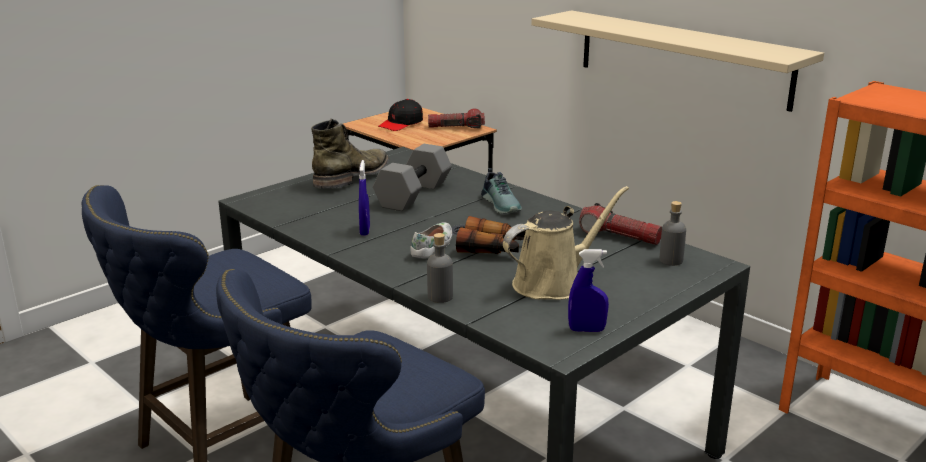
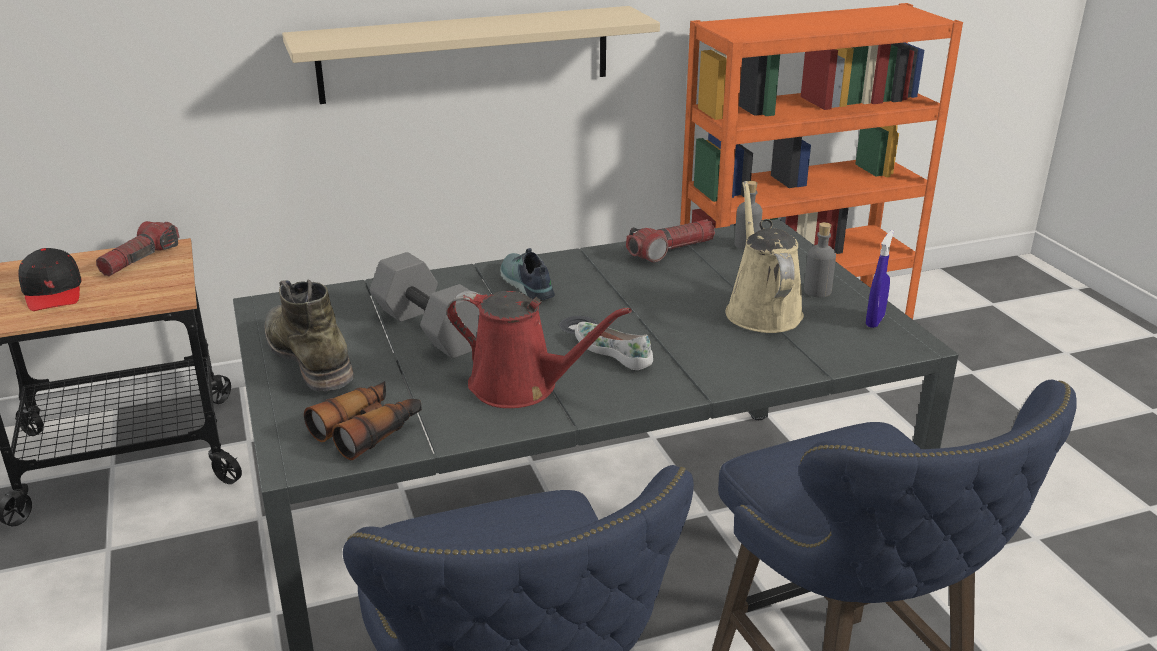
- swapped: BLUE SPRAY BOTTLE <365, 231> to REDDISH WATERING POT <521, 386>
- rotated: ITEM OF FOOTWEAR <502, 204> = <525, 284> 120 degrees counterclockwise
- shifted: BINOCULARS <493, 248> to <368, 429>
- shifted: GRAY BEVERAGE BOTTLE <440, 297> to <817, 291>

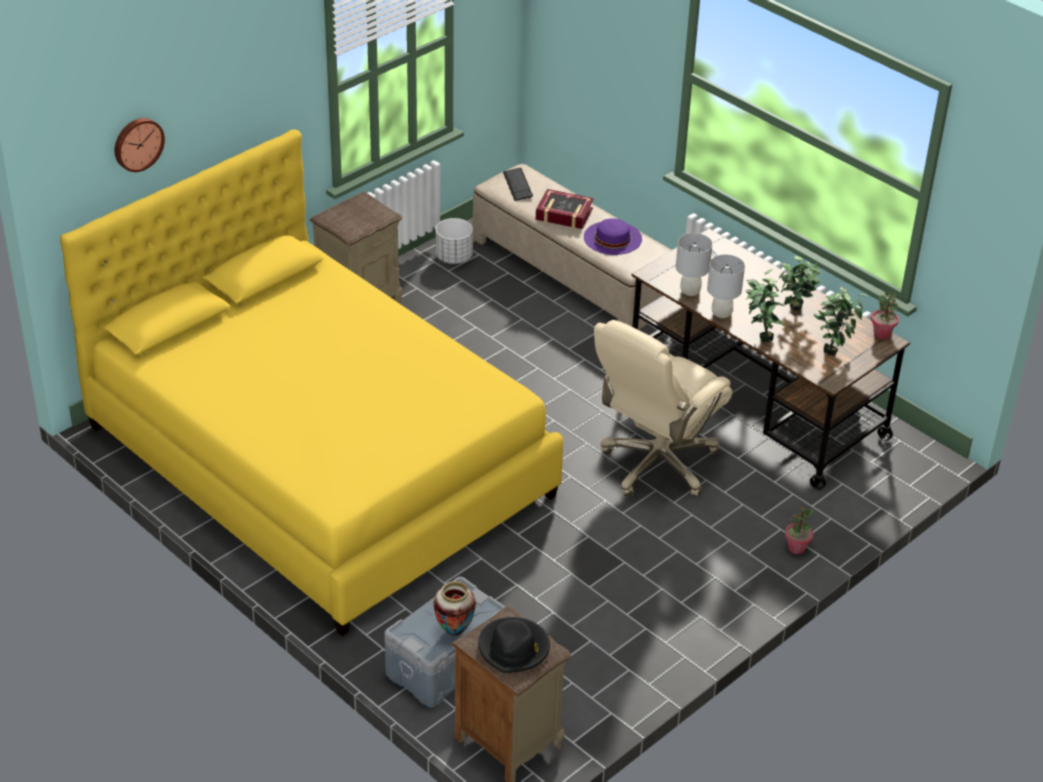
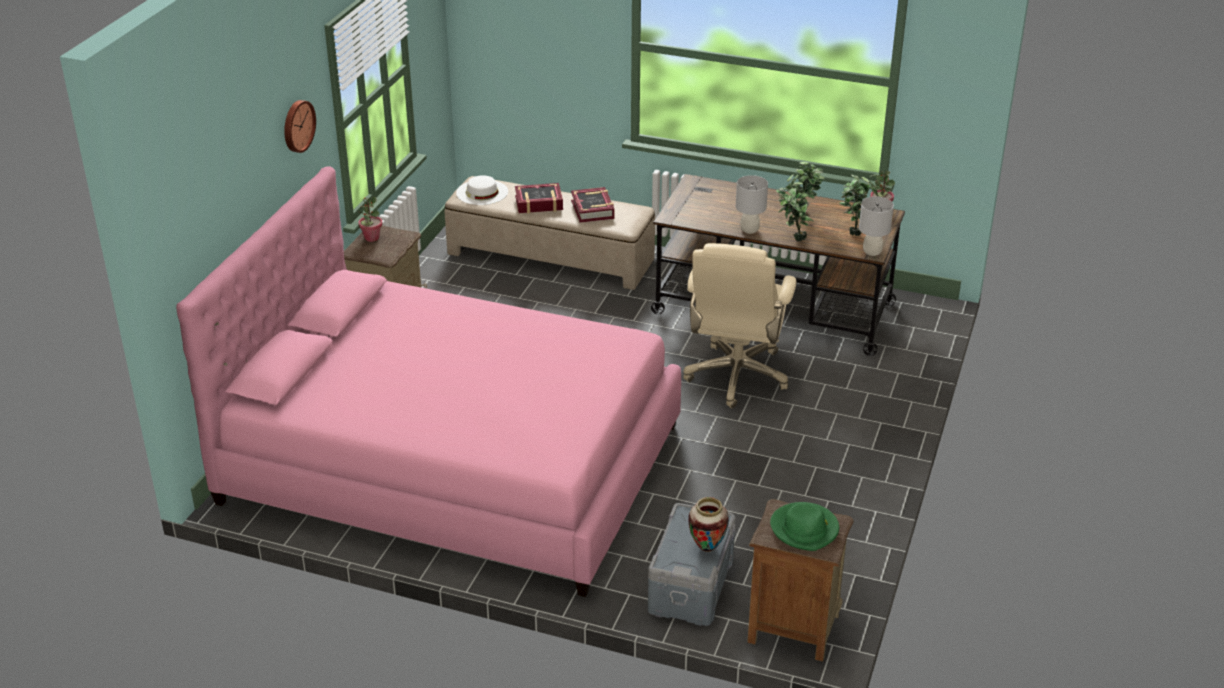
- shifted: HANGING CLOCK <137, 143> to <297, 126>
- repainted: YELLOW-COLOURED BED <319, 460> to PINK BED <452, 463>
- swapped: PC KEYBOARD <517, 185> to WHITISH WEARABLE HAT <482, 192>
- gone: WHITISH FLOWER POT <453, 257>
- swapped: PURPLISH WEARABLE HAT <612, 238> to VOLUME <593, 210>
- shifted: GRAY TABLETOP LAMP <690, 291> to <872, 252>
- shifted: PLANT IN A POT <796, 548> to <371, 238>
- repainted: BLACKISH WEARABLE HAT <514, 648> to GREENISH WEARABLE HAT <805, 529>

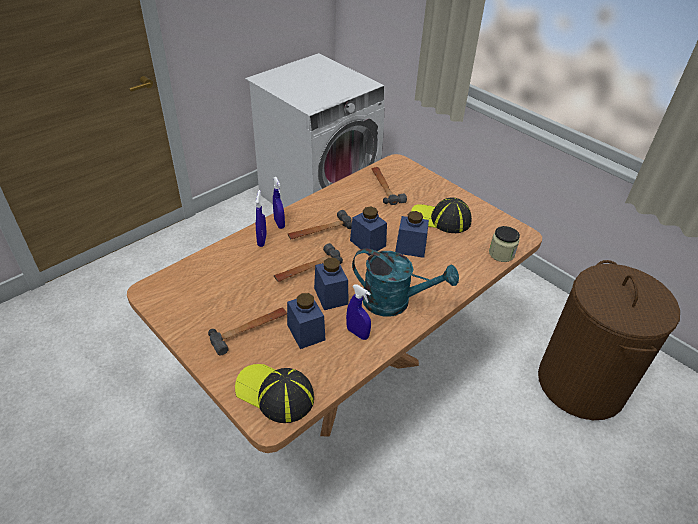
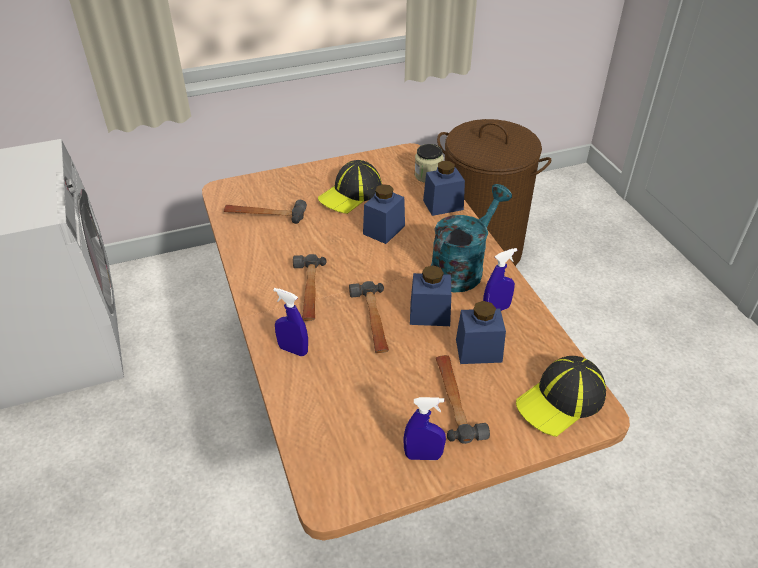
- shifted: BLUE SPRAY BOTTLE <279, 223> to <423, 456>
- shifted: BLUE JAR <368, 243> to <443, 205>

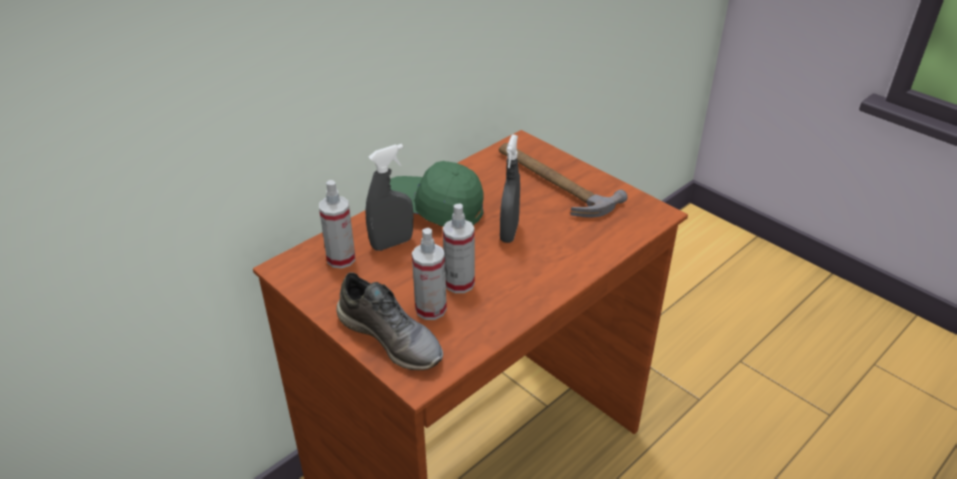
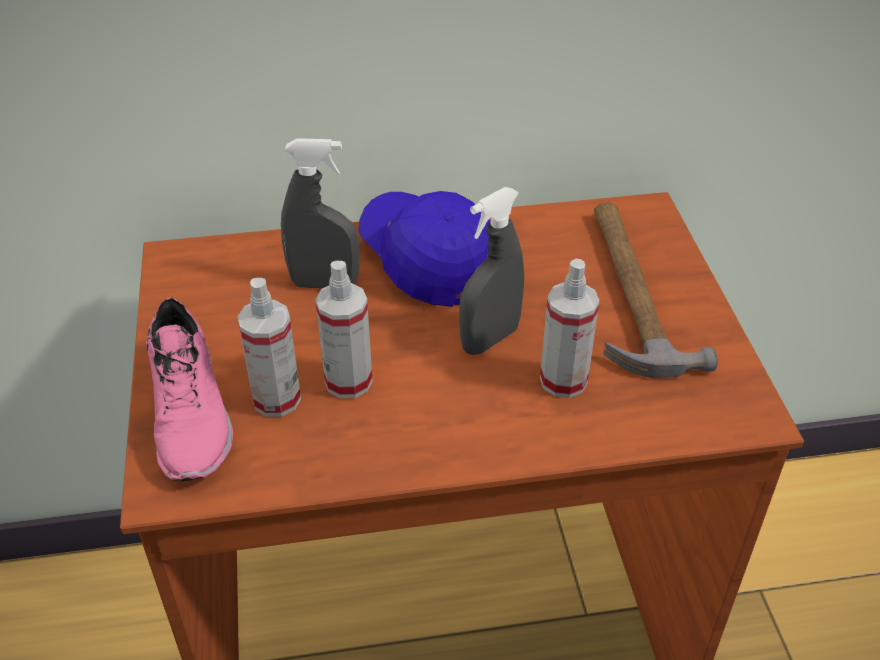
- repainted: GREENISH BASEBALL CAP <435, 209> to BLUE BASEBALL CAP <426, 260>
- shifted: SPRAY BOTTLE <341, 259> to <563, 380>
- repainted: GRAY ITEM OF FOOTWEAR <392, 338> to PINK ITEM OF FOOTWEAR <192, 413>

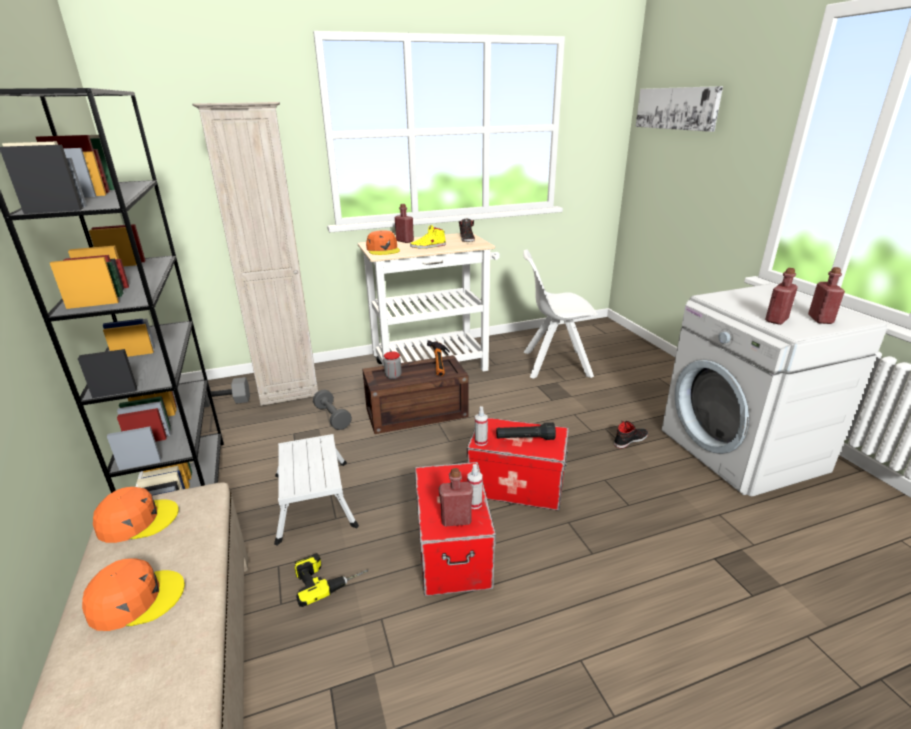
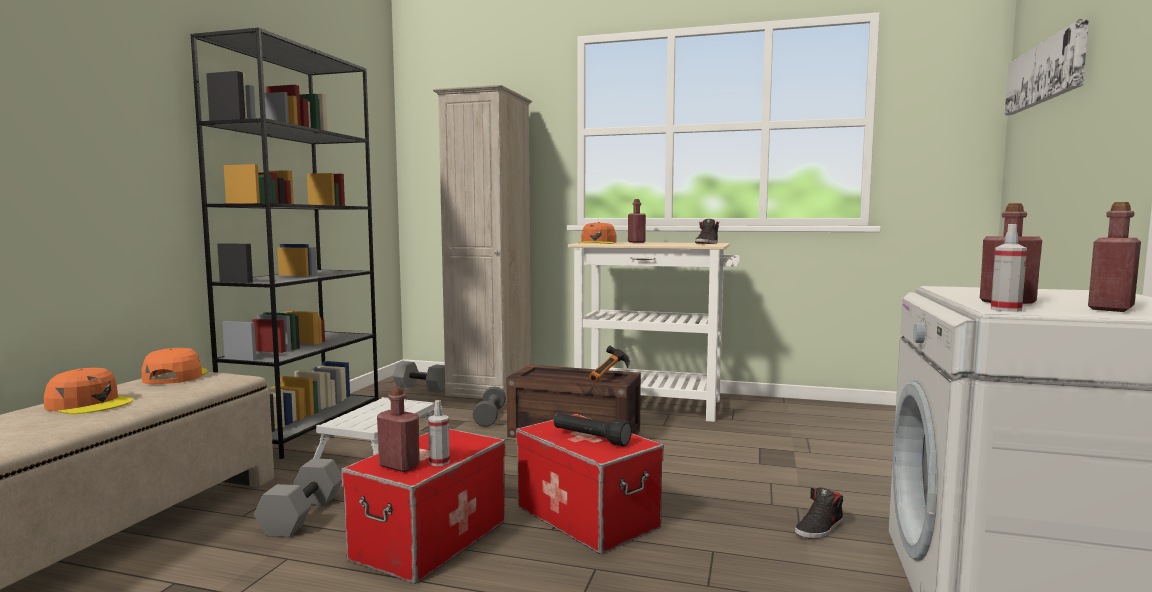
- gone: YELLOW-COLOURED ITEM OF FOOTWEAR <428, 246>
- gone: WHITISH CHAIR <554, 364>
- gone: JAR <393, 376>
- shifted: SPRAY BOTTLE <481, 442> to <1006, 309>
- rotated: BLACKISH ITEM OF FOOTWEAR <630, 440> = <820, 528> 135 degrees clockwise
- rotated: ORANGE-COLOURED BASEBALL CAP <137, 520> = <175, 376> 120 degrees counterclockwise
- swapped: POWER DRILL <329, 577> to GRAY DUMBBELL <301, 514>

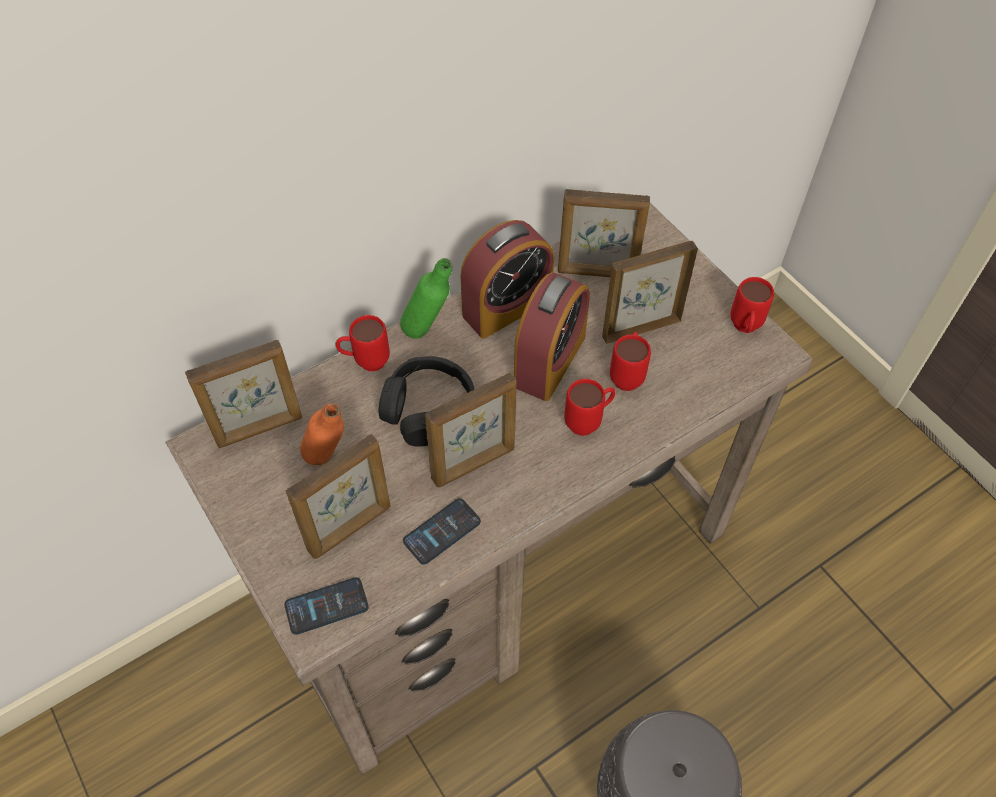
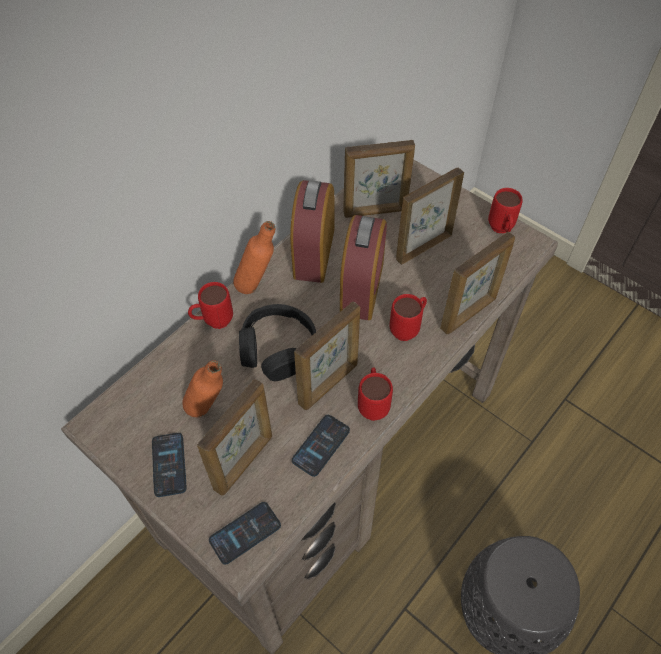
- rotated: BEDSIDE CLOCK <507, 307> = <314, 253> 150 degrees clockwise
- repainted: GREENISH BEVERAGE BOTTLE <428, 332> to ORANGE-COLOURED BEVERAGE BOTTLE <258, 287>
- shifted: REDDISH MUG <627, 374> to <373, 404>
- shifted: PICTURE FRAME <260, 429> to <469, 313>
- new: HANDSET <169, 464>

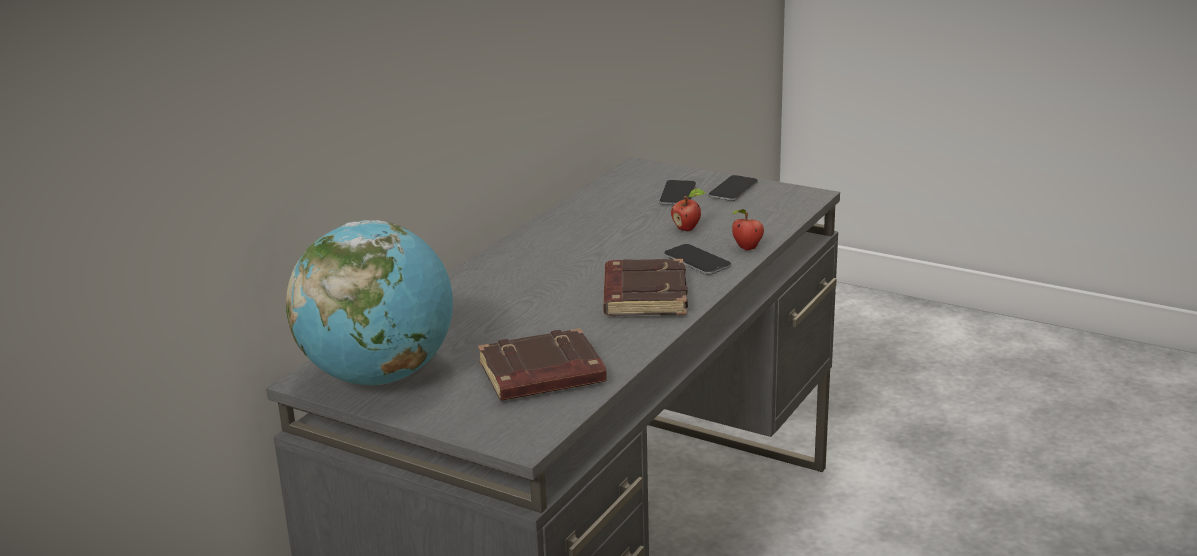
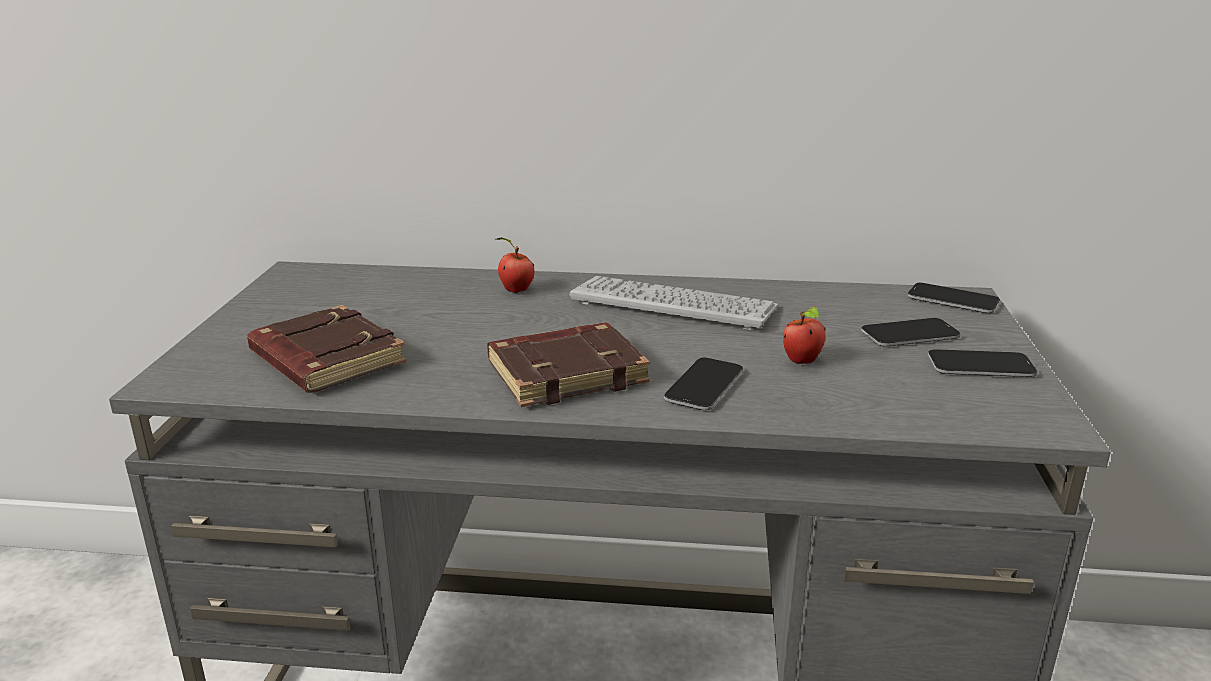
- shifted: APPLE FRUIT <747, 248> to <515, 290>
- gone: DESK GLOBE <379, 376>
- new: PC KEYBOARD <673, 304>
- new: HANDSET <952, 300>

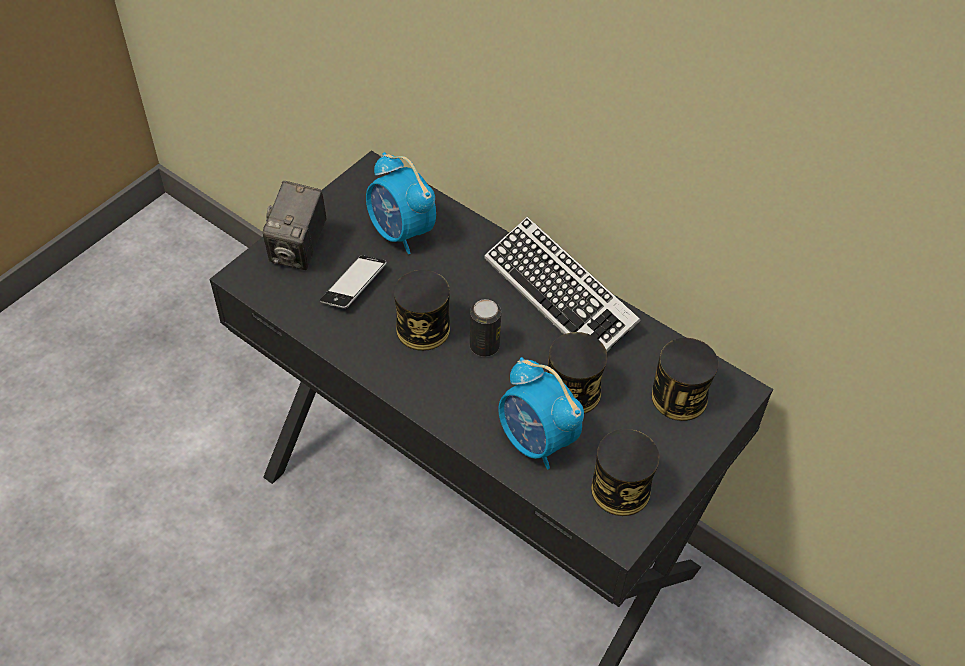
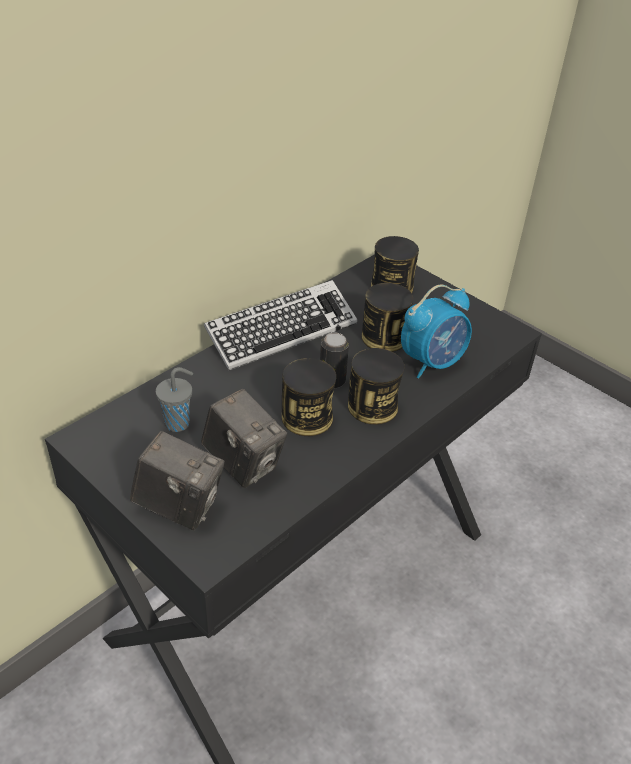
- swapped: BEDSIDE CLOCK <401, 233> to GRAY CUP <179, 423>
- swapped: HANDSET <354, 286> to PHOTO CAMERA <243, 463>
- shifted: SEALED CAN <620, 489> to <372, 406>

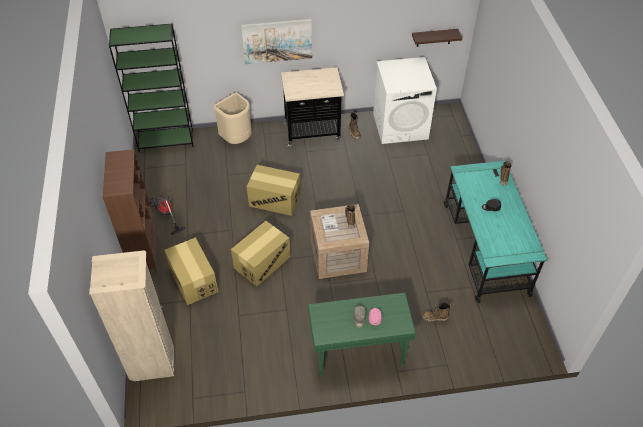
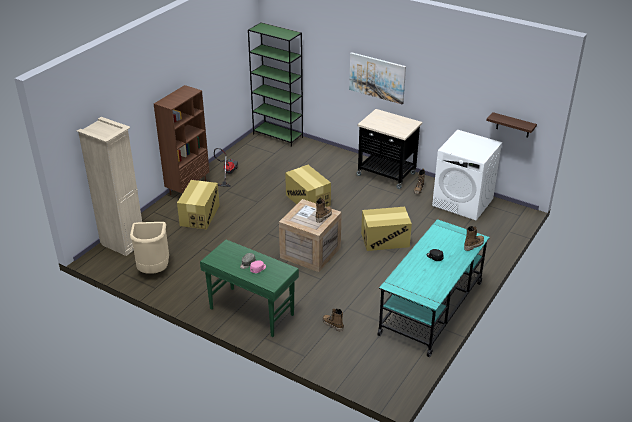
- shifted: SAND-COLOURED WASTE BIN <237, 139> to <153, 270>
- shifted: CARDBOARD BOX <262, 262> to <385, 240>

